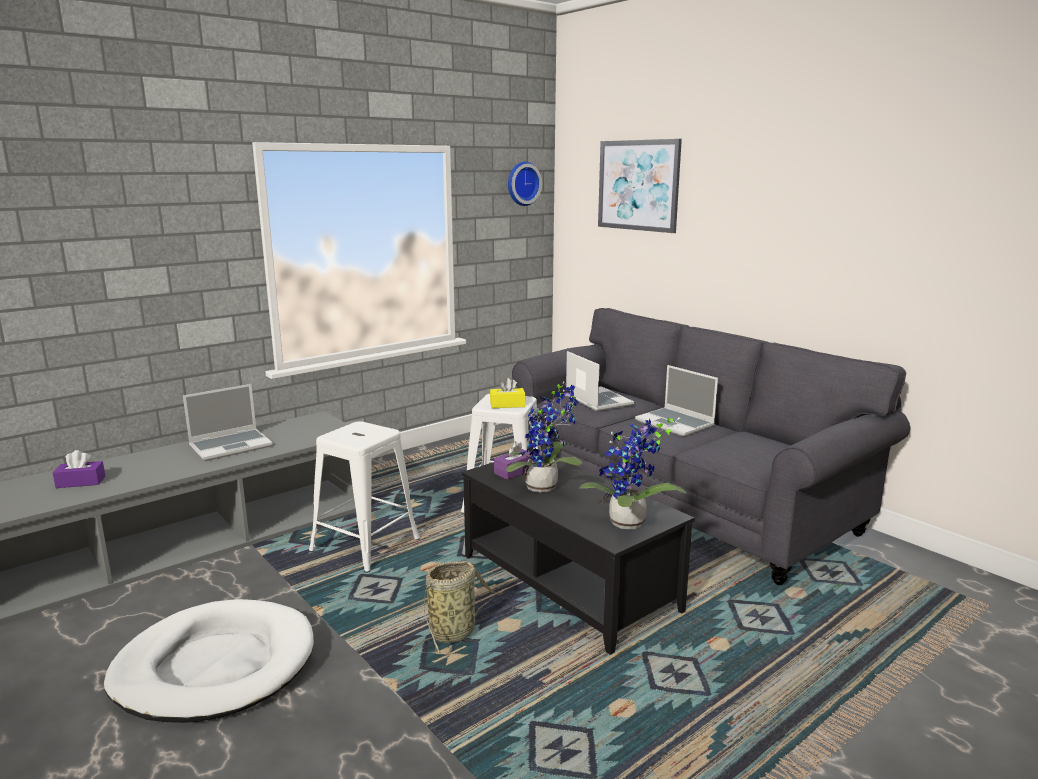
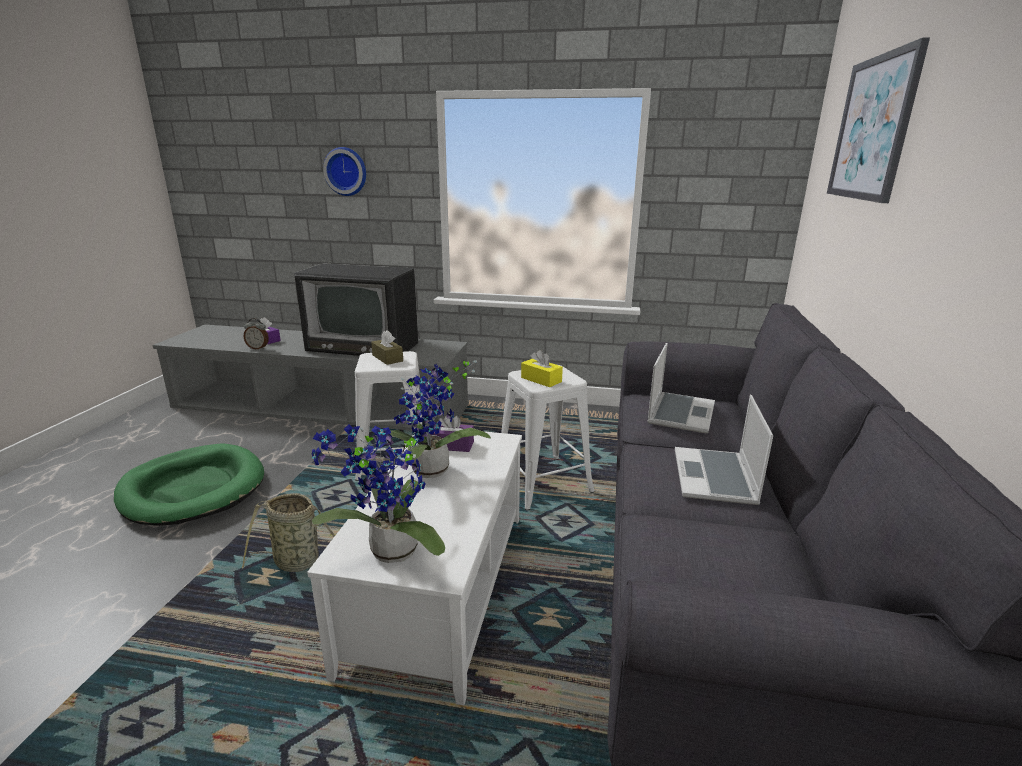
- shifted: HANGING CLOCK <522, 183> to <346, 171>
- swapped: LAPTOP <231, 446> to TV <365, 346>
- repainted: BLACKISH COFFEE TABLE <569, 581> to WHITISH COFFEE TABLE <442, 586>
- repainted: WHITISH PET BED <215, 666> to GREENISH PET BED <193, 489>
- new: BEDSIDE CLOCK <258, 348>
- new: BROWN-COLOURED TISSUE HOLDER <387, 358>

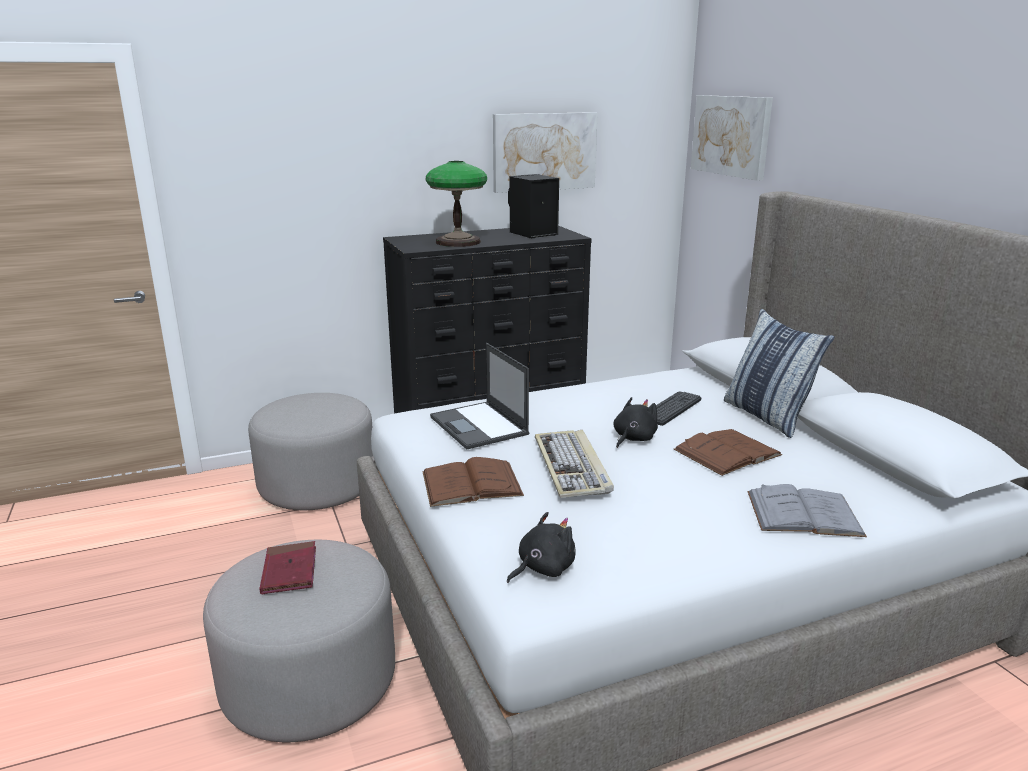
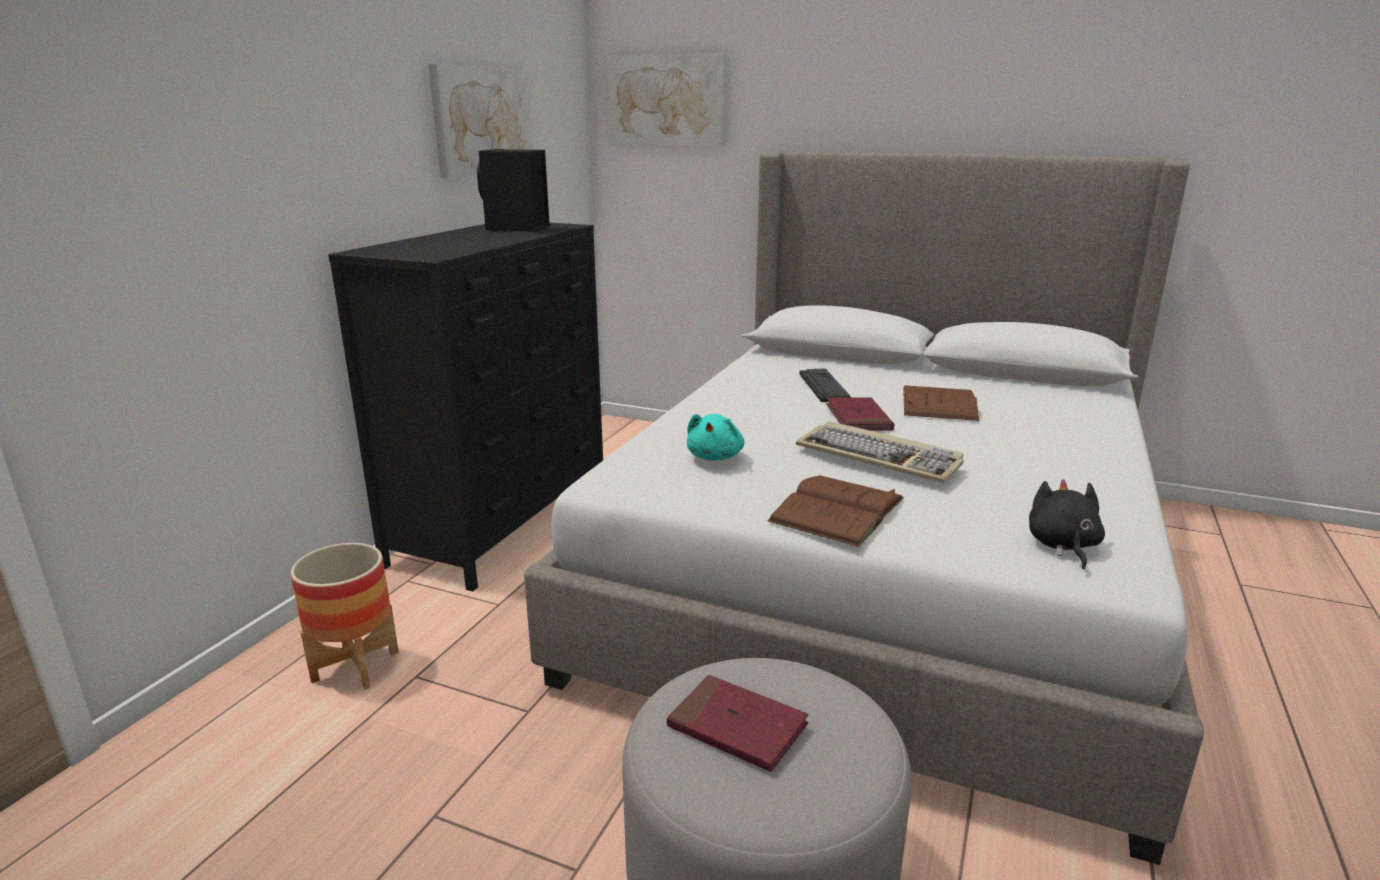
- gone: TABLETOP LAMP <457, 242>
- gone: CUSHION <767, 416>
- swapped: LAPTOP <479, 426> to TURQUOISE-COLOURED CUDDLY TOY <715, 456>
- swapped: GRAY FOOTREST <318, 485> to FLOWER POT <356, 666>
- swapped: BLACKISH CUDDLY TOY <633, 438> to REDDISH VOLUME <858, 418>
- gone: GRAY VOLUME <803, 513>

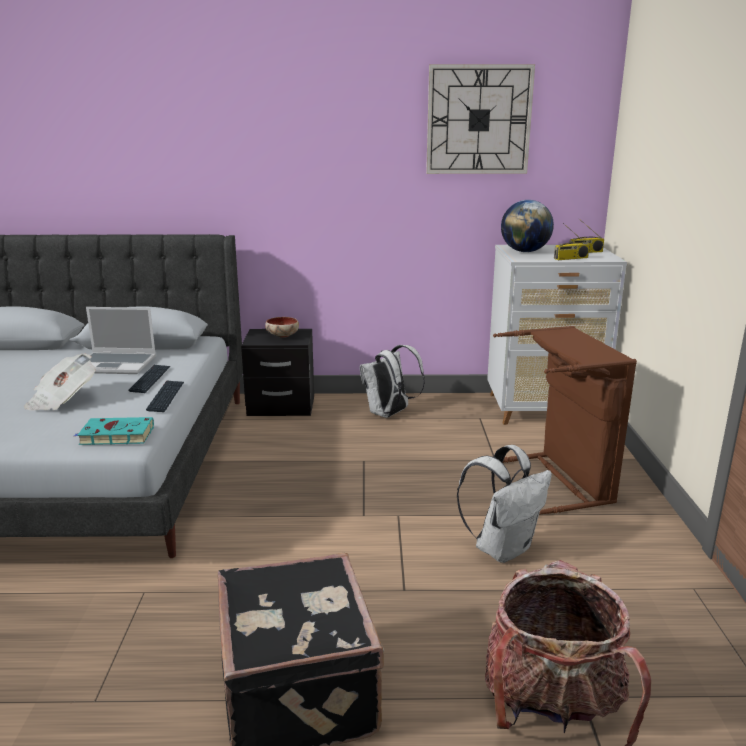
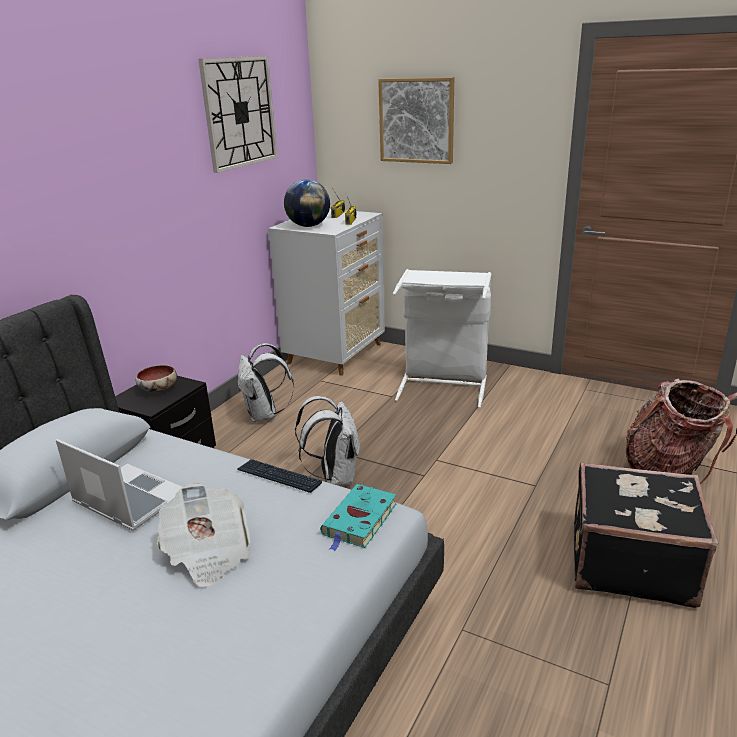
- rotated: LAPTOP <117, 364> = <128, 499> 90 degrees counterclockwise
- repainted: BROWN-COLOURED WASHING BASKET <560, 481> to WHITISH WASHING BASKET <443, 384>
- gone: PC KEYBOARD <150, 379>
- shifted: WHITISH BACKPACK <503, 548> to <335, 477>
- new: WALL PICTURE <416, 120>

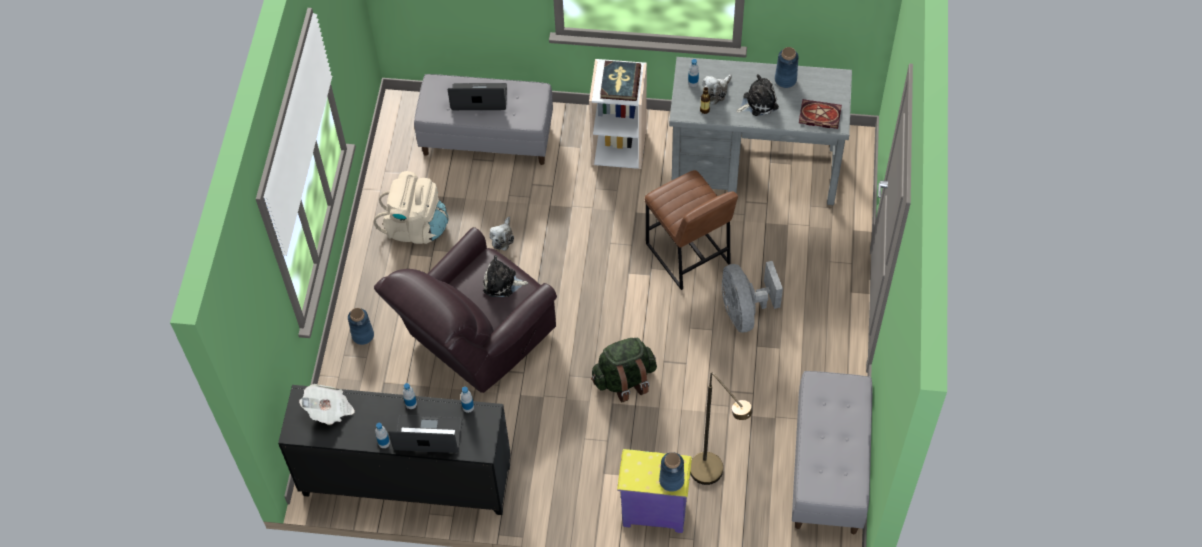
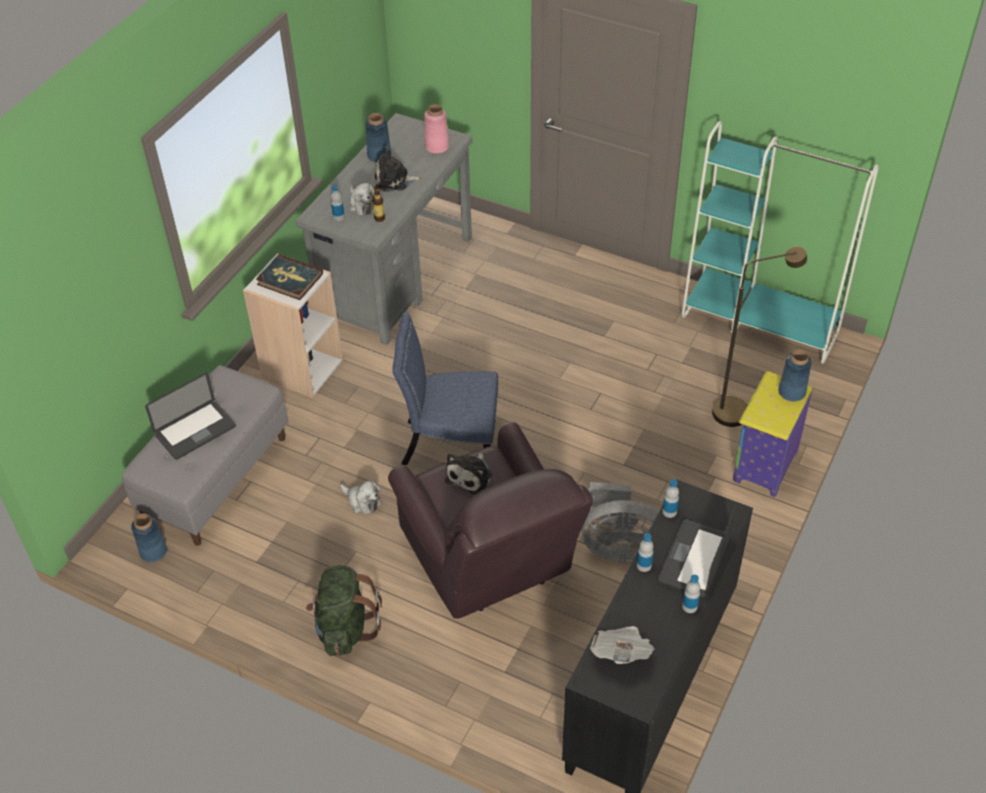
- rotated: CUDDLY TOY <758, 102> = <394, 180> 90 degrees counterclockwise
- rotated: LAPTOP <479, 98> = <195, 431> 150 degrees counterclockwise
- swapped: VOLUME <818, 115> to PINK FLOWER VASE <437, 147>
- gone: BROWN-COLOURED CHAIR <688, 254>
- gone: SAND-COLOURED BACKPACK <415, 227>
- shifted: GRAY FAN <744, 311> to <619, 547>
- shifted: BLUE FLOWER VASE <363, 335> to <153, 551>
- shifted: GREENISH BACKPACK <624, 380> to <345, 628>
- swapped: GRAY INDOOR BENCH <829, 468> to TURQUOISE-COLOURED GARMENT STAND <760, 326>
- new: BLUE CHAIR <451, 445>

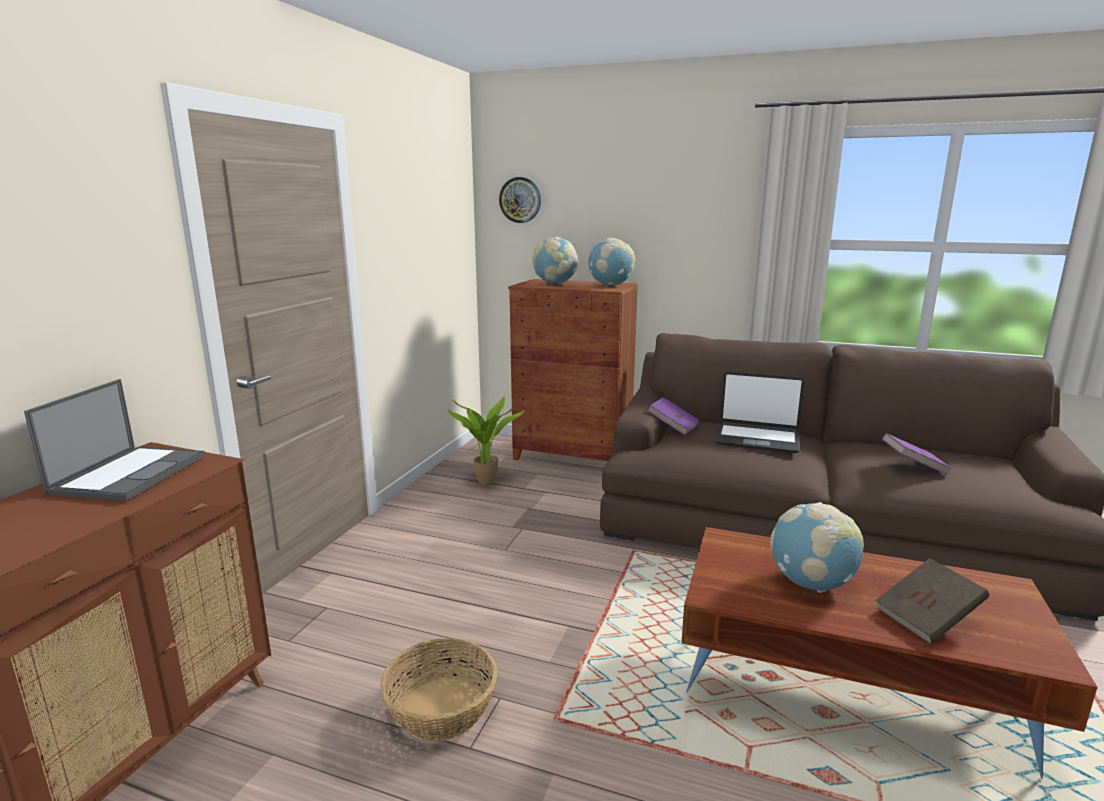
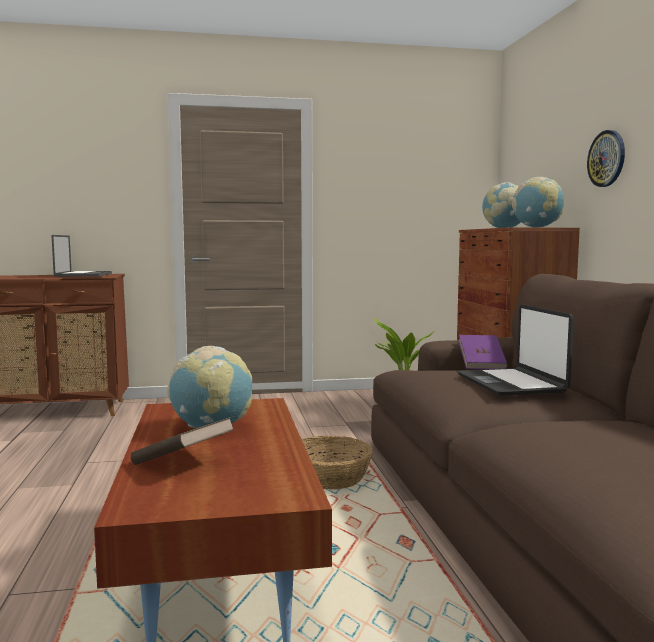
- shifted: HANGING CLOCK <520, 200> to <607, 158>
- rotated: LAPTOP <131, 473> = <83, 275> 75 degrees counterclockwise
- gone: PURPLISH VOLUME <913, 466>
- shifted: HOUSEHOLD BASKET <441, 708> to <330, 478>

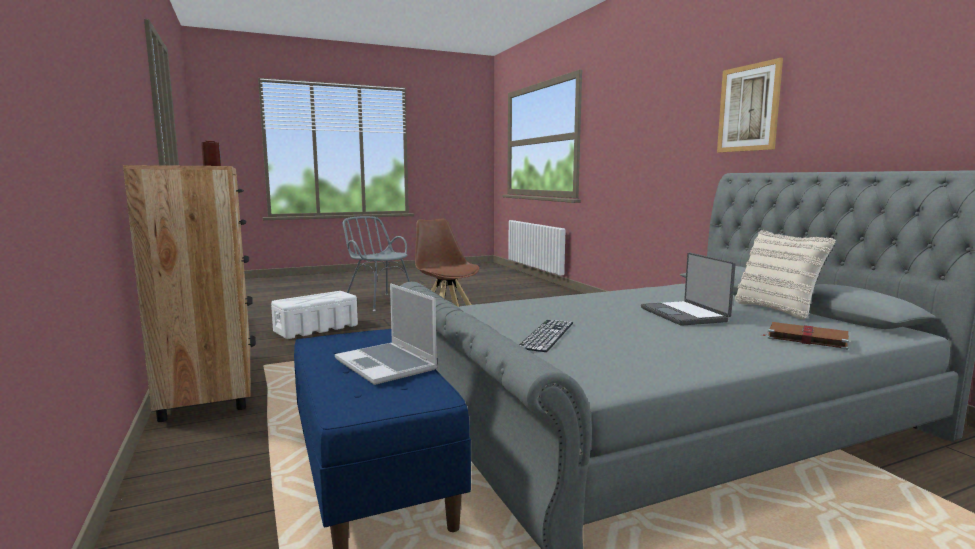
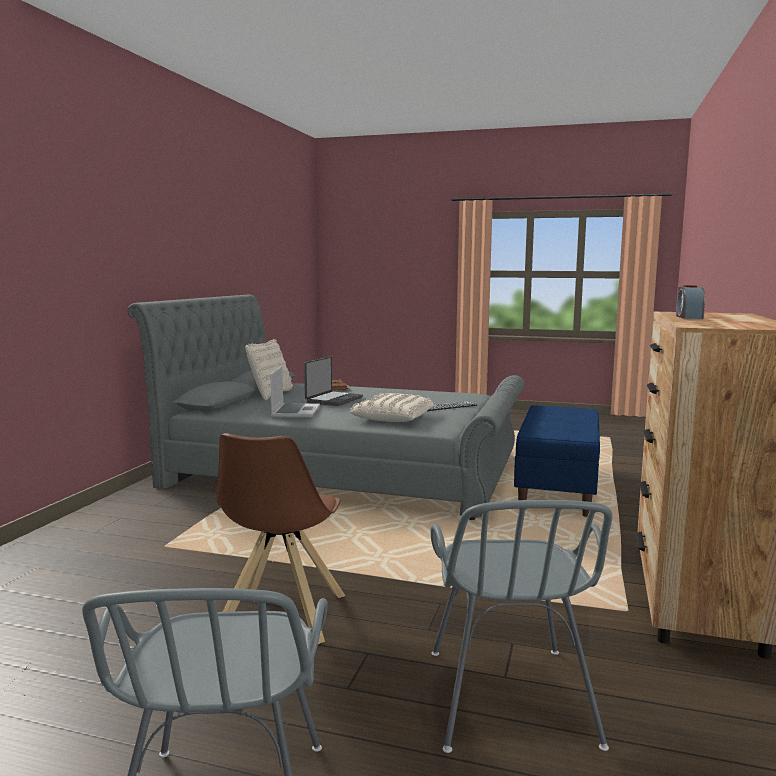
- gone: WALL PICTURE <748, 108>
- shifted: LAPTOP <387, 365> to <295, 412>
- swapped: WHITISH STORAGE BOX <317, 328> to GRAY CHAIR <510, 701>
- new: SAND-COLOURED CUSHION <393, 417>

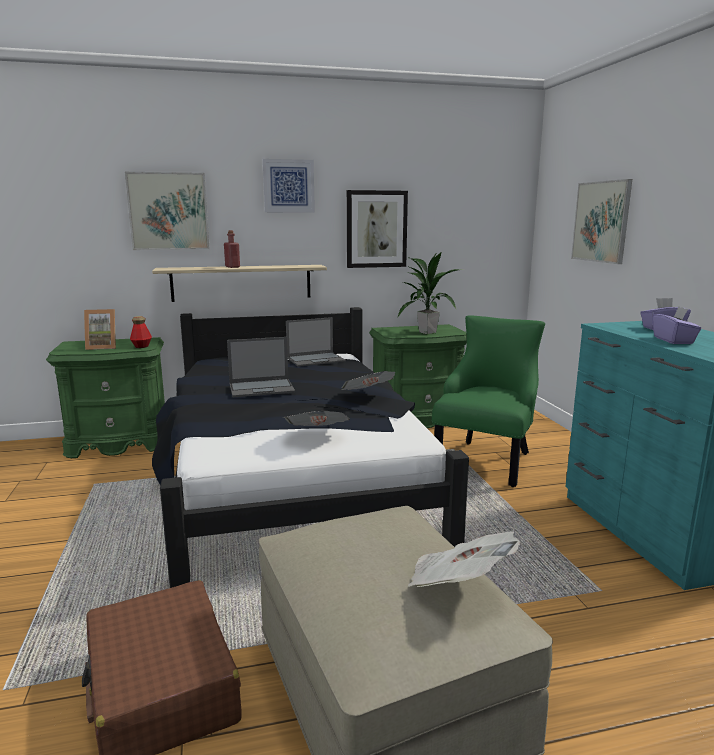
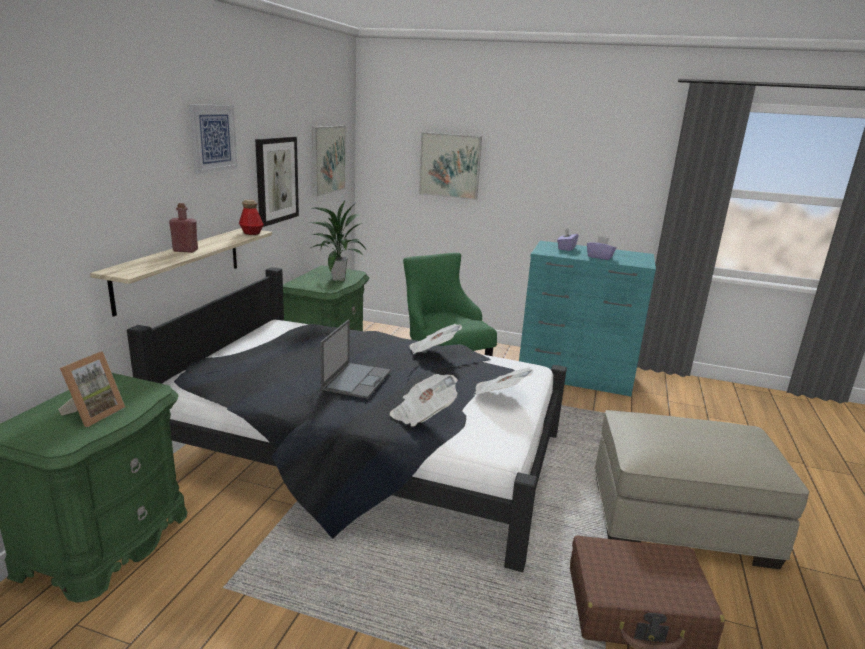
- shifted: WALL PICTURE <168, 211> to <328, 159>
- shifted: BEVERAGE BOTTLE <141, 346> to <251, 233>
- gone: LAPTOP <316, 359>
- shifted: NEWSPAPER <458, 584> to <423, 415>

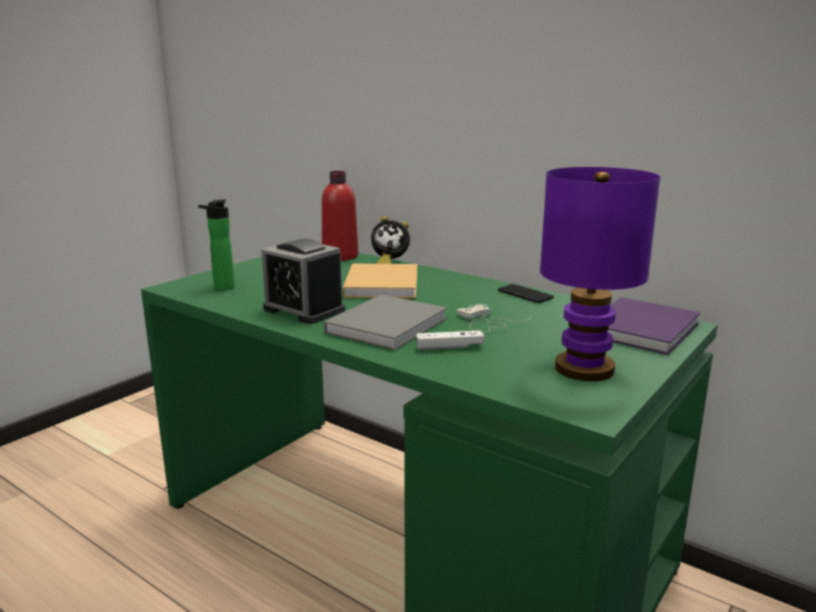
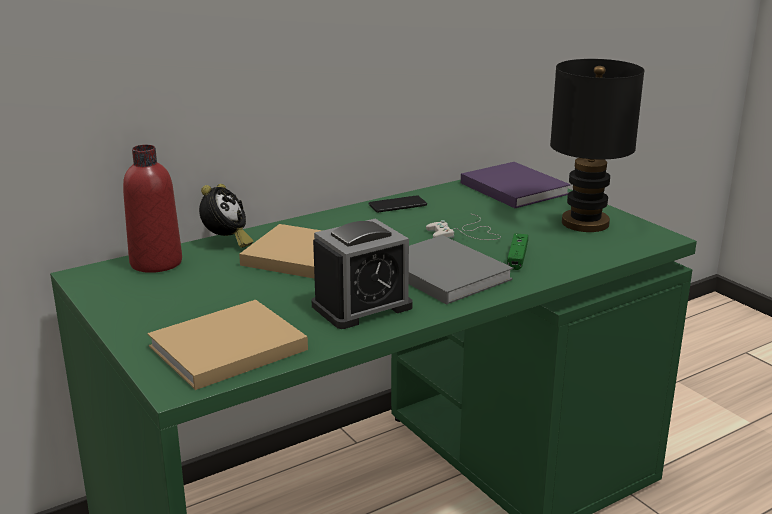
- repainted: PURPLISH TABLETOP LAMP <585, 369> to BLACKISH TABLETOP LAMP <586, 223>
- swapped: BEVERAGE BOTTLE <221, 288> to SAND-COLOURED VOLUME <224, 349>
- repainted: WHITISH JOYPAD <449, 347> to GREENISH JOYPAD <517, 257>

